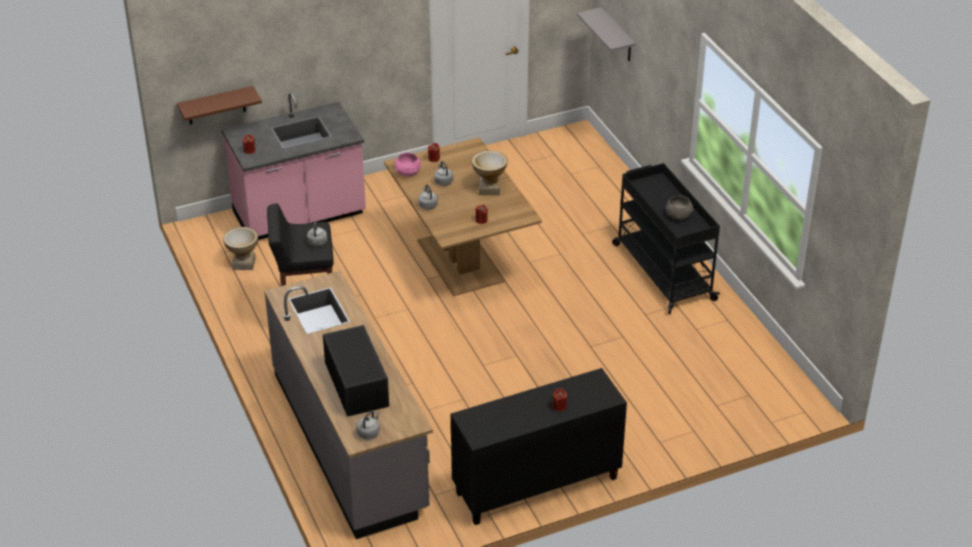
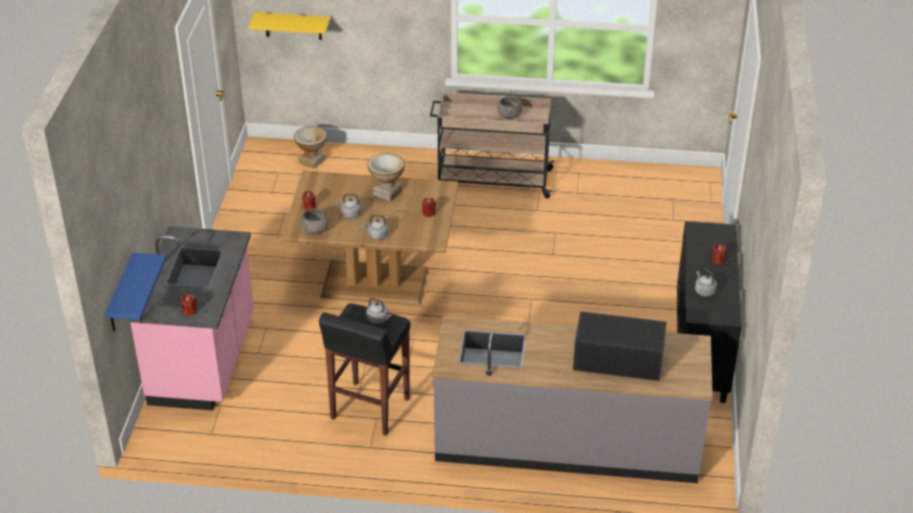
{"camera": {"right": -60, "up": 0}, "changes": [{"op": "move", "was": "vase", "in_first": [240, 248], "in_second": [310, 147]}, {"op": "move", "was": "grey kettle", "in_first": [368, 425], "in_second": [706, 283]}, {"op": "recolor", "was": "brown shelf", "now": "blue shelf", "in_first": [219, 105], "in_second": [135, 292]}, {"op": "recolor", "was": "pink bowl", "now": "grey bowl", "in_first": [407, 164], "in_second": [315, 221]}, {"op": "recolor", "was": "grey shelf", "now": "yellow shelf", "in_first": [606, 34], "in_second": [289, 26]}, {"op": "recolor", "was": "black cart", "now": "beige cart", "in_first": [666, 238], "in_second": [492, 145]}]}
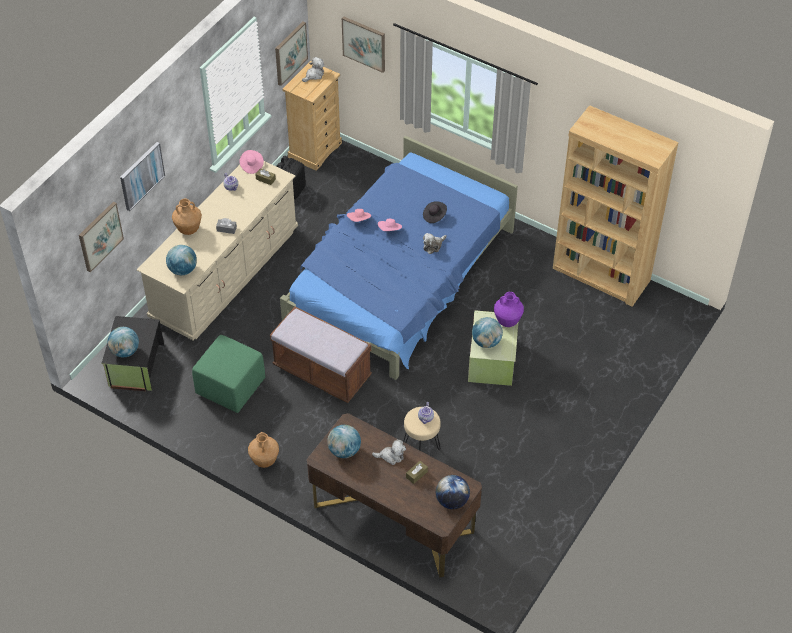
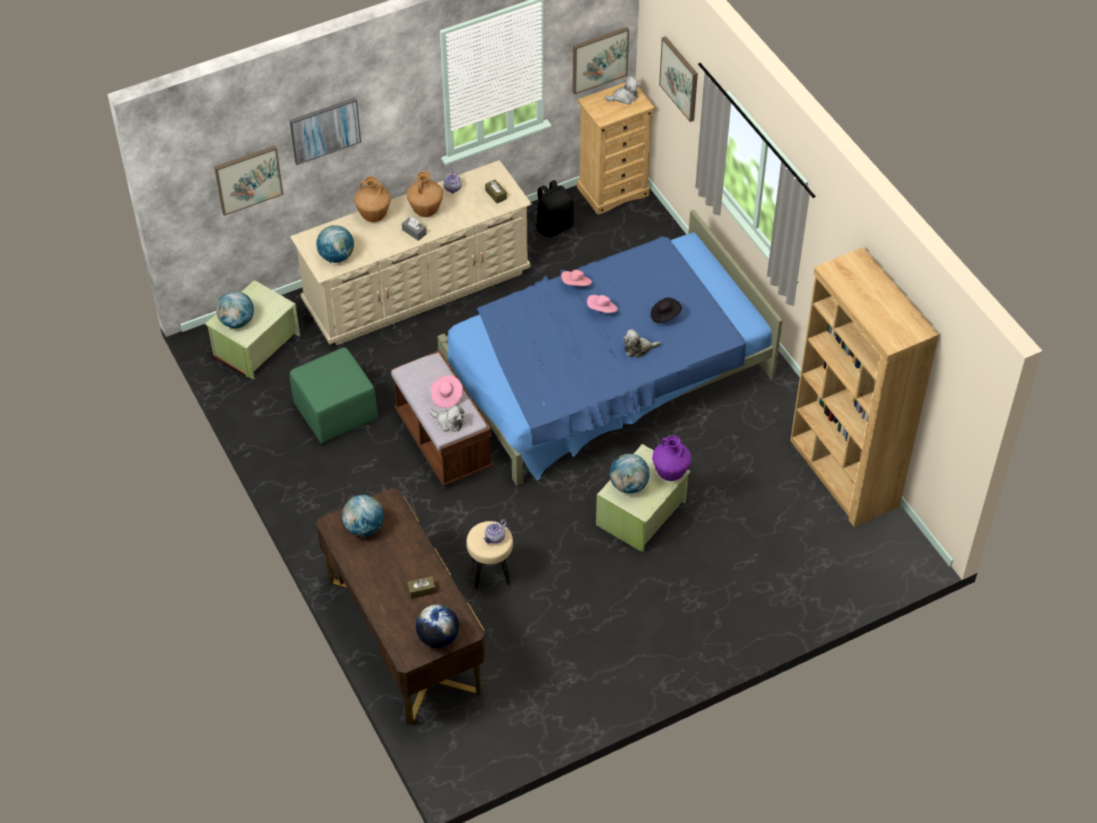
{"camera": {"right": 30, "up": 0}, "changes": [{"op": "move", "was": "pink hat", "in_first": [251, 162], "in_second": [447, 391]}, {"op": "move", "was": "brown vase", "in_first": [263, 450], "in_second": [425, 194]}, {"op": "move", "was": "plush toy", "in_first": [389, 452], "in_second": [447, 418]}, {"op": "recolor", "was": "black storage box", "now": "green storage box", "in_first": [132, 353], "in_second": [252, 330]}]}
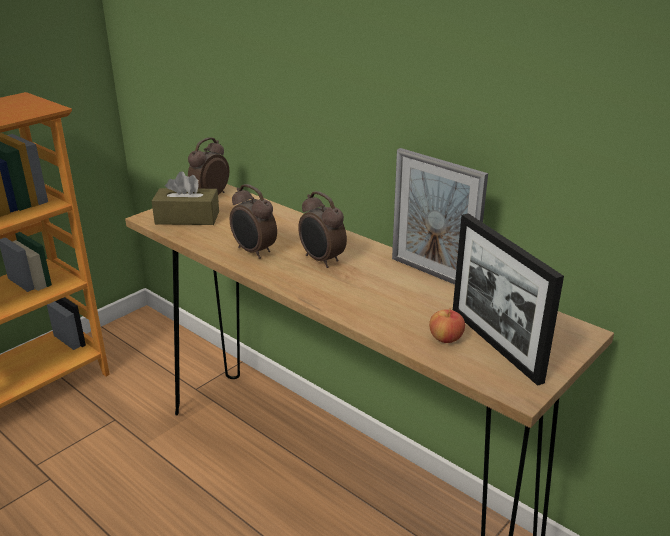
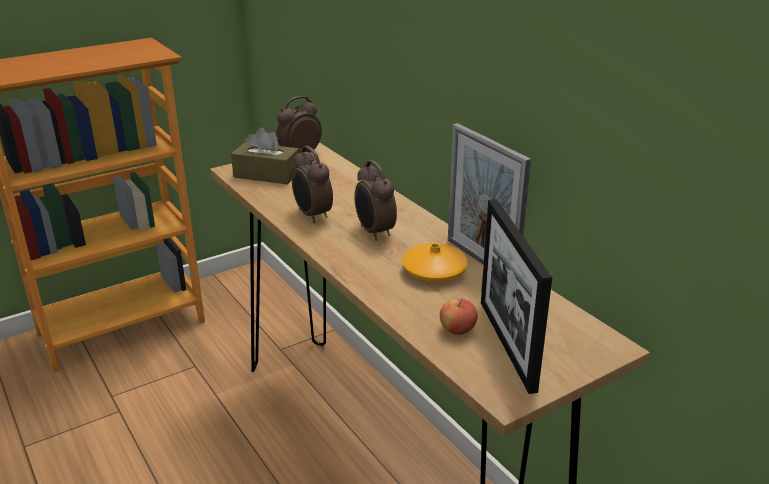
{"camera": {"right": 15, "up": 0}, "changes": [{"op": "insert", "now": "orange vase", "in_second": [435, 262]}]}
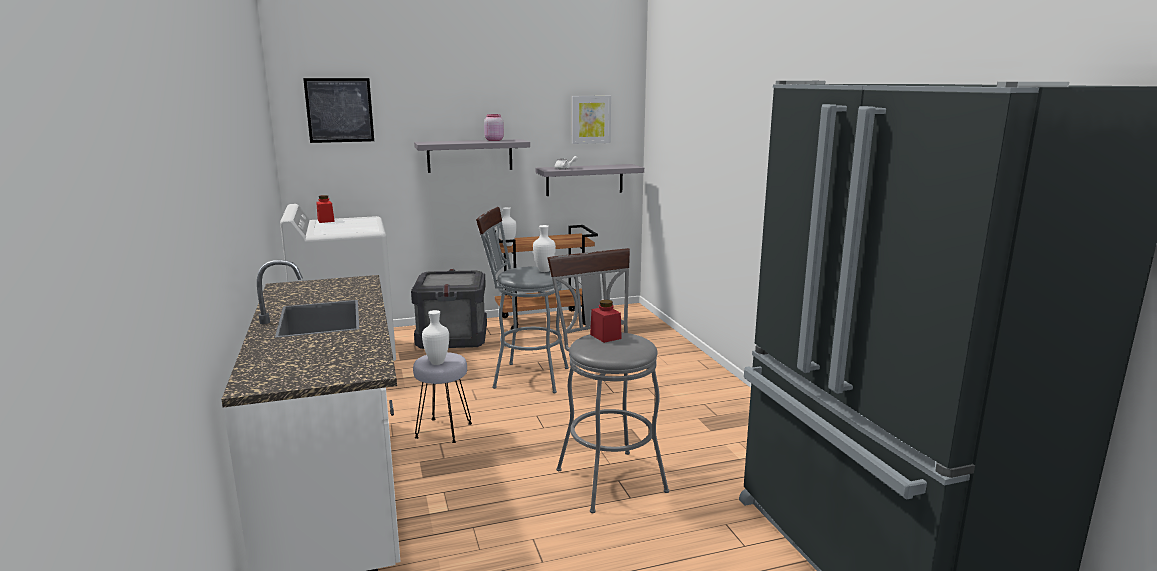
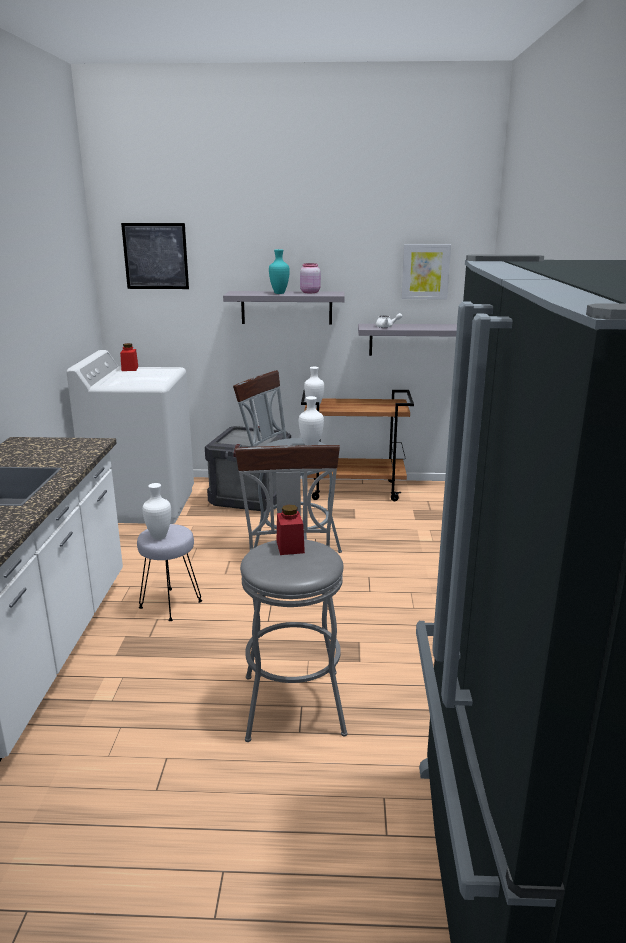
{"camera": {"right": 20, "up": 5}, "changes": [{"op": "insert", "now": "turquoise vase", "in_second": [279, 271]}]}
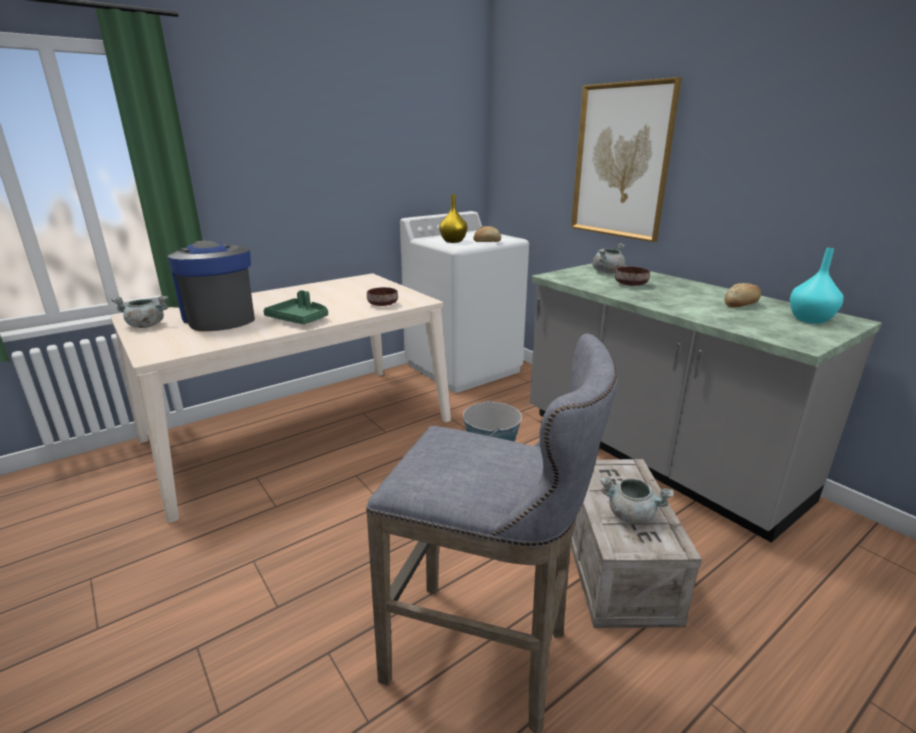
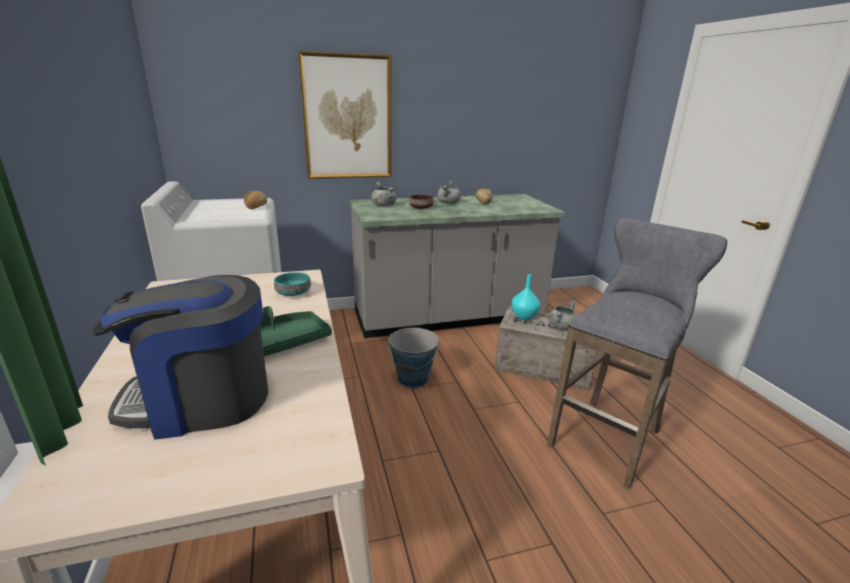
{"camera": {"right": -70, "up": 0}, "changes": [{"op": "delete", "was": "yellow vase", "in_first": [453, 218]}, {"op": "move", "was": "grey cooking pot", "in_first": [139, 311], "in_second": [449, 192]}, {"op": "move", "was": "turquoise vase", "in_first": [816, 286], "in_second": [525, 297]}, {"op": "recolor", "was": "brown bowl", "now": "turquoise bowl", "in_first": [382, 296], "in_second": [292, 284]}]}
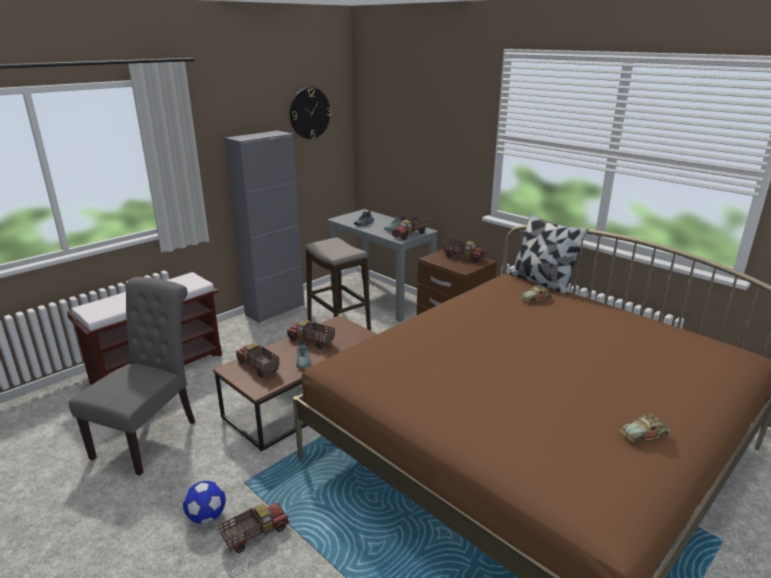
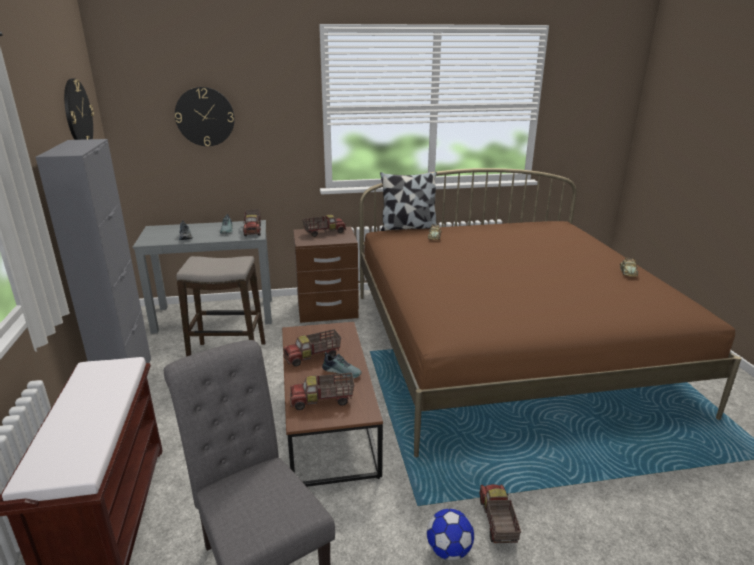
{"camera": {"right": -55, "up": 0}, "changes": [{"op": "insert", "now": "wall clock", "in_second": [205, 116]}]}
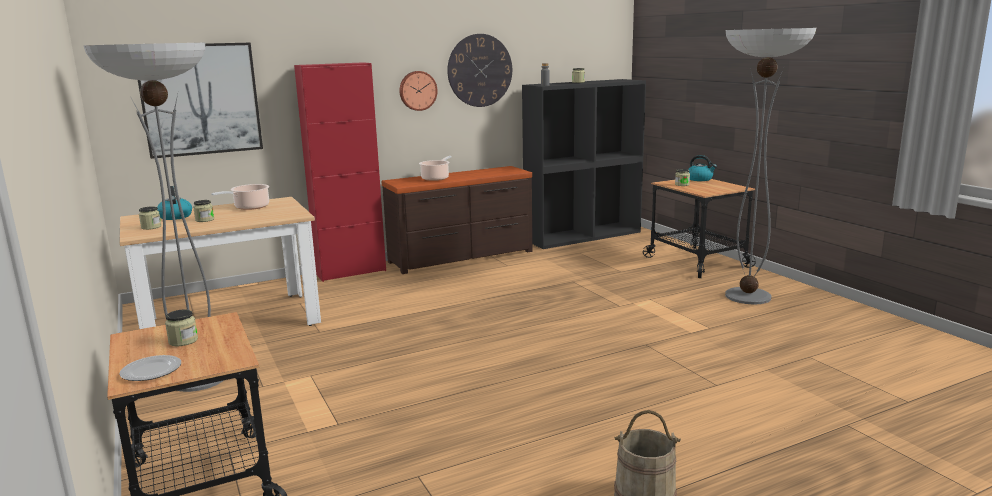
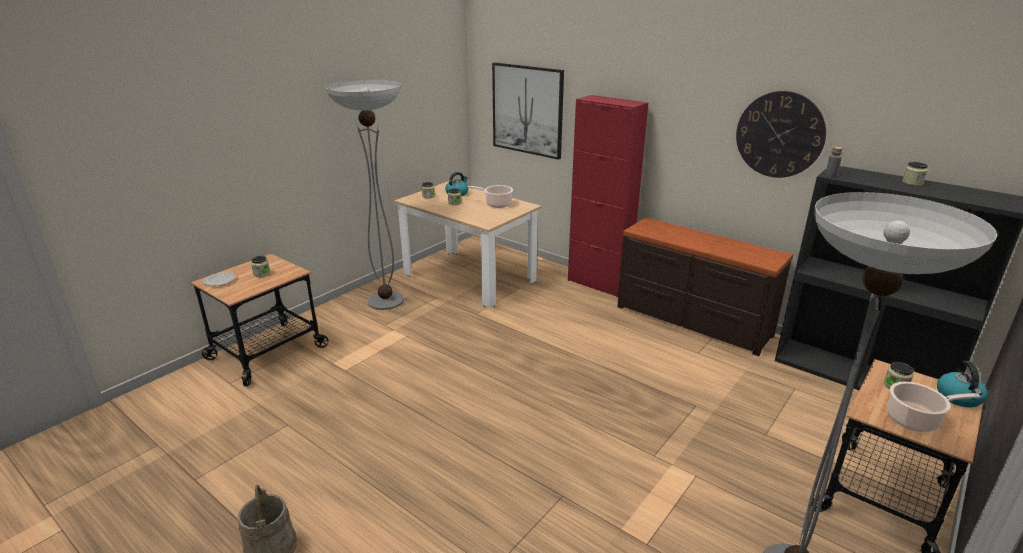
{"camera": {"right": 65, "up": 10}, "changes": [{"op": "delete", "was": "wall clock", "in_first": [418, 91]}, {"op": "move", "was": "cooking pot", "in_first": [435, 168], "in_second": [934, 407]}]}
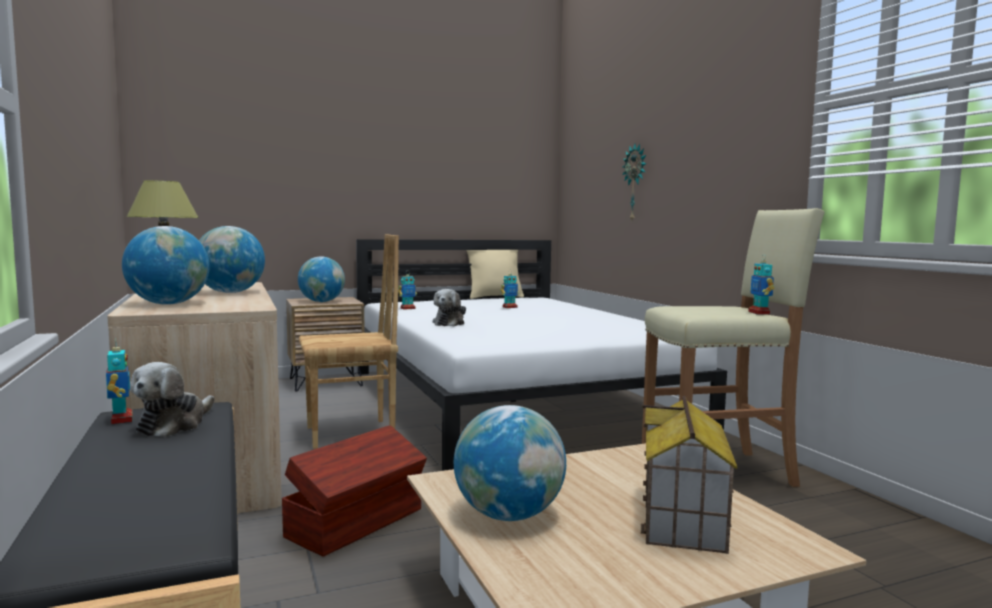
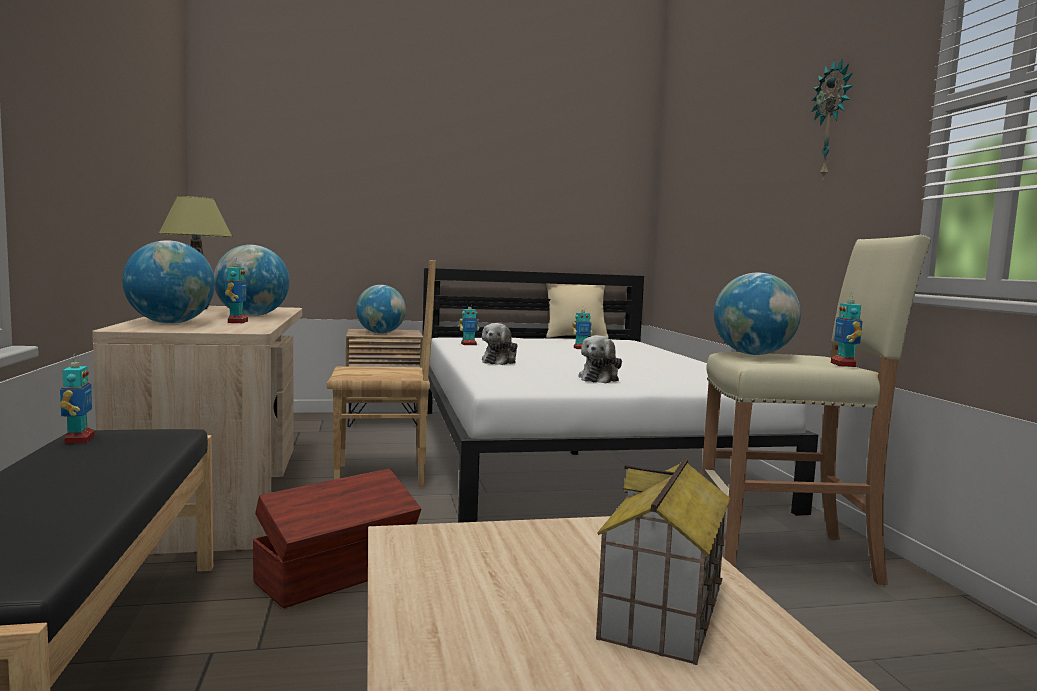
{"camera": {"right": 10, "up": 0}, "changes": [{"op": "insert", "now": "toy robot", "in_second": [236, 290]}, {"op": "move", "was": "plush toy", "in_first": [172, 399], "in_second": [600, 359]}, {"op": "move", "was": "globe", "in_first": [510, 463], "in_second": [757, 314]}, {"op": "move", "was": "wall clock", "in_first": [634, 182], "in_second": [831, 118]}]}
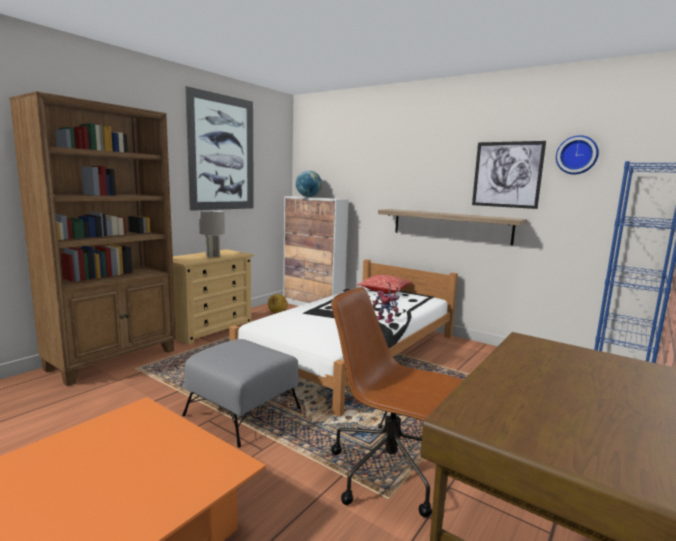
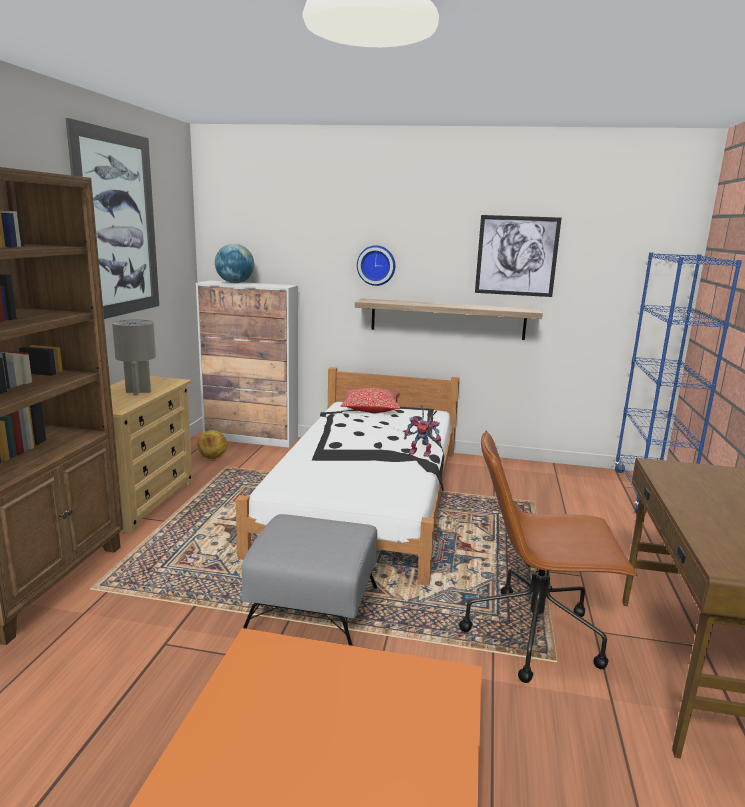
{"camera": {"right": -25, "up": 5}, "changes": [{"op": "move", "was": "wall clock", "in_first": [577, 154], "in_second": [376, 265]}]}
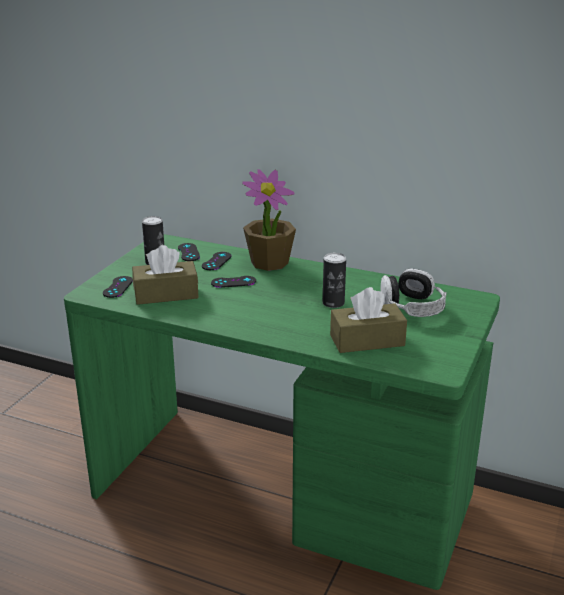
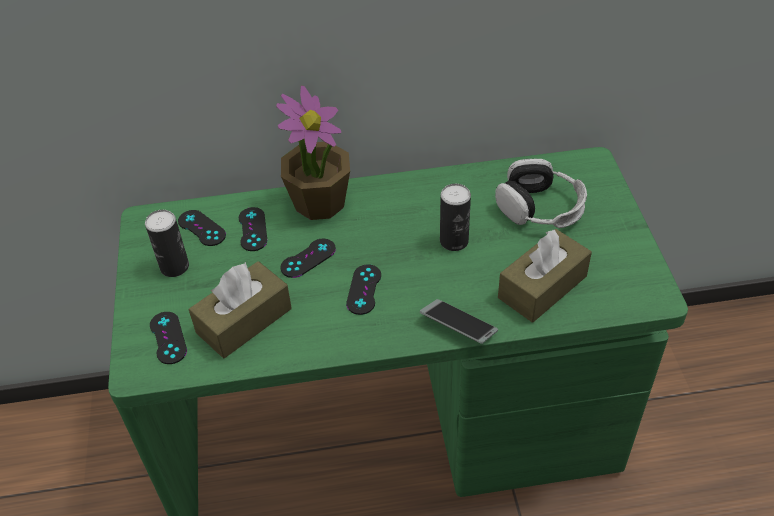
{"camera": {"right": -30, "up": 20}, "changes": [{"op": "insert", "now": "black game controller", "in_second": [363, 289]}, {"op": "insert", "now": "phone", "in_second": [459, 321]}]}
